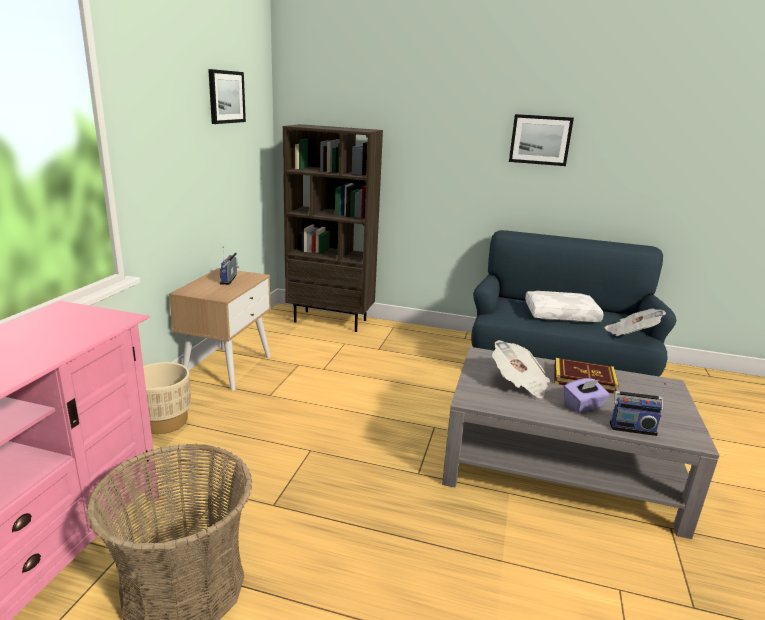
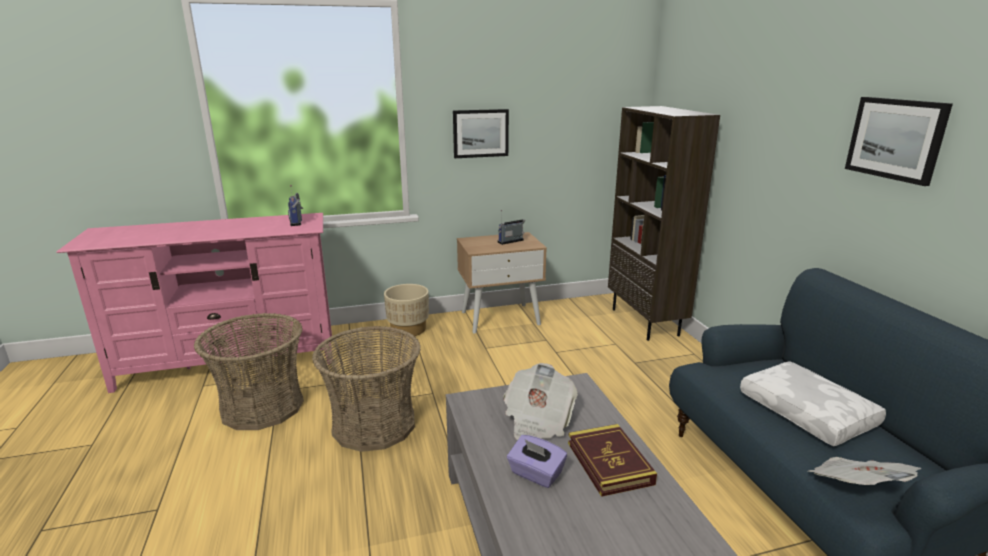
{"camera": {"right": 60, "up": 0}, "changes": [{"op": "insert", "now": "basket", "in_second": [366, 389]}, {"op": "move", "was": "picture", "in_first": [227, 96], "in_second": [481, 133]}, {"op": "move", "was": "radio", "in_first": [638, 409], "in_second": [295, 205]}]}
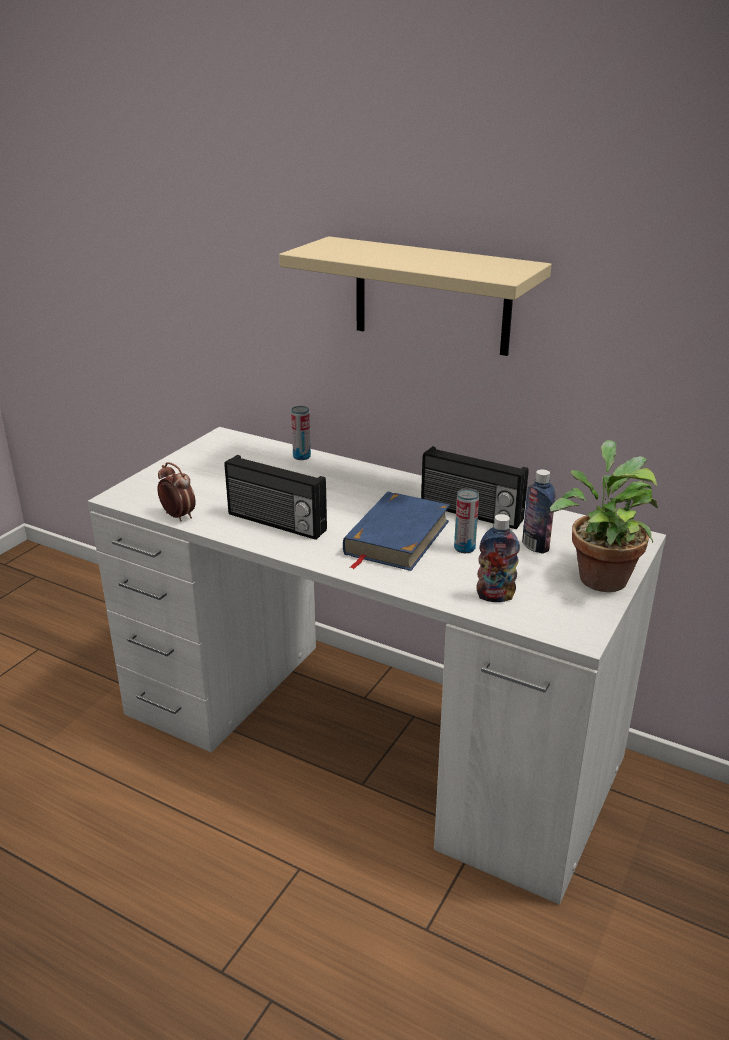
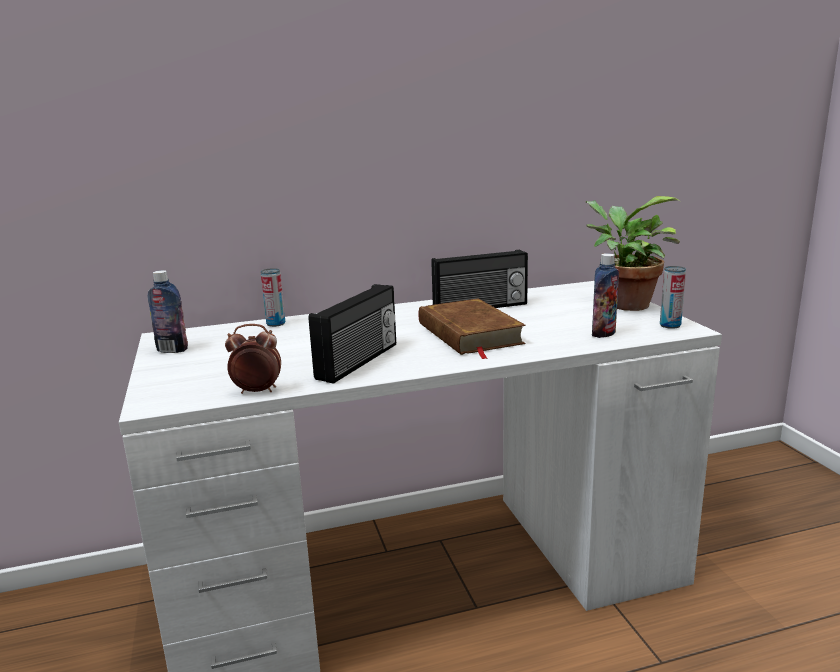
{"camera": {"right": -45, "up": -10}, "changes": [{"op": "delete", "was": "beige shelf", "in_first": [415, 296]}, {"op": "move", "was": "can", "in_first": [466, 520], "in_second": [673, 297]}, {"op": "move", "was": "bottle", "in_first": [538, 511], "in_second": [167, 311]}, {"op": "recolor", "was": "blue book", "now": "brown book", "in_first": [396, 531], "in_second": [472, 328]}, {"op": "rotate", "was": "radio", "in_first": [275, 497], "in_second": [352, 334], "clockwise": -45}]}
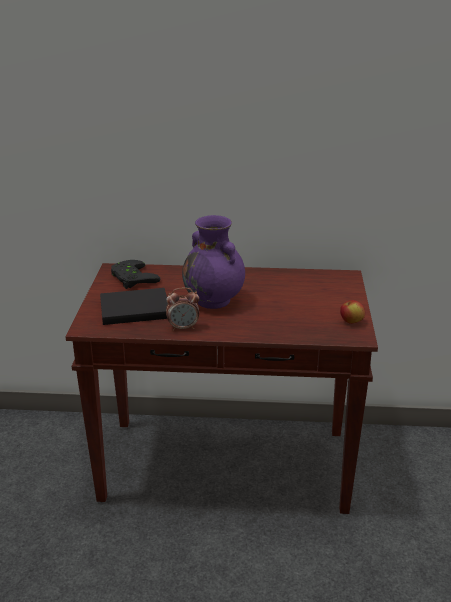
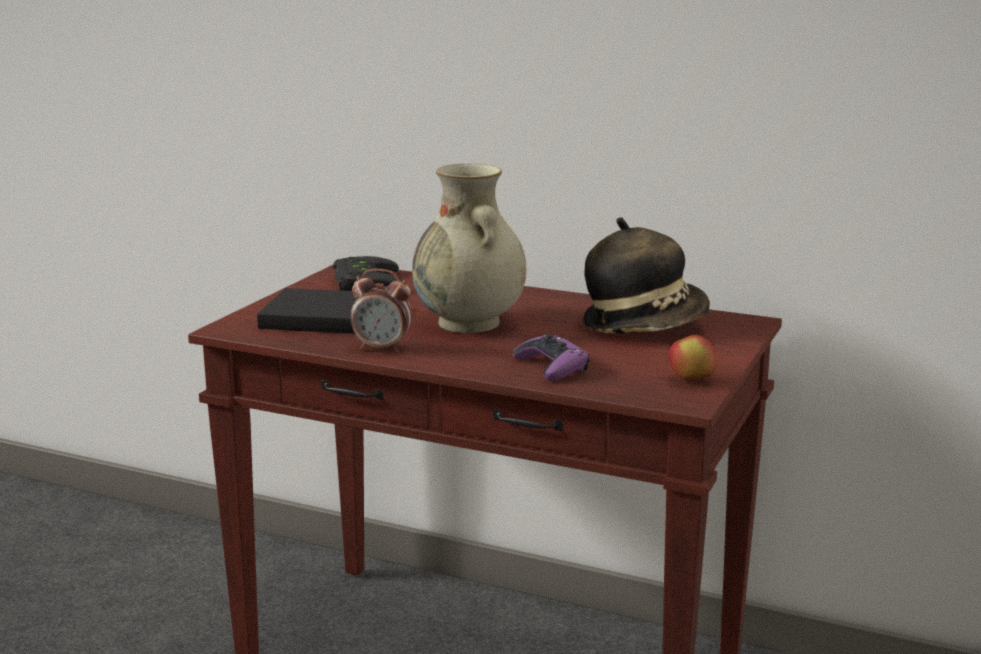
{"camera": {"right": 20, "up": -10}, "changes": [{"op": "insert", "now": "purple game controller", "in_second": [551, 357]}, {"op": "insert", "now": "hat", "in_second": [646, 275]}, {"op": "recolor", "was": "purple vase", "now": "beige vase", "in_first": [213, 262], "in_second": [469, 248]}]}
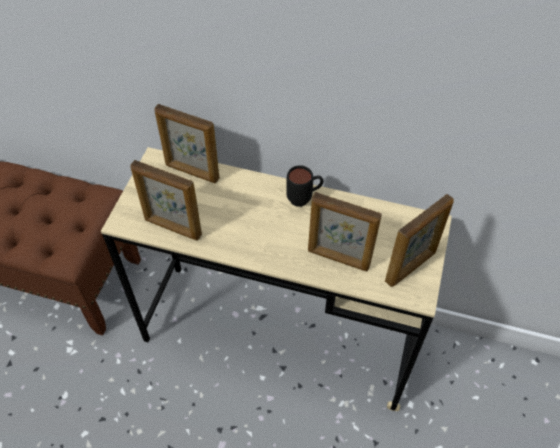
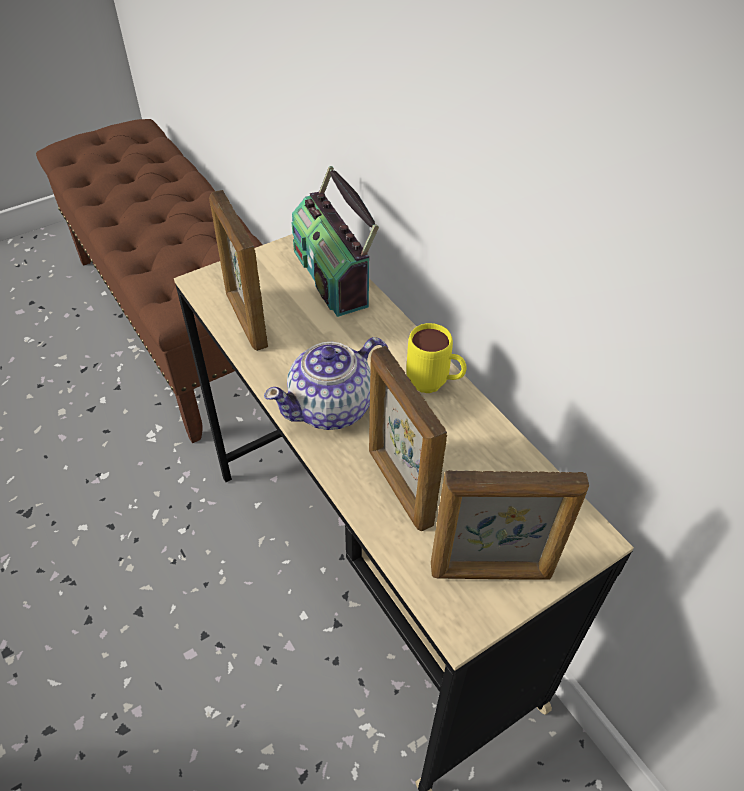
{"camera": {"right": 40, "up": -5}, "changes": [{"op": "insert", "now": "teapot", "in_second": [326, 383]}, {"op": "replace", "was": "picture frame", "now": "radio", "in_first": [186, 143], "in_second": [335, 241]}, {"op": "recolor", "was": "black mug", "now": "yellow mug", "in_first": [304, 186], "in_second": [436, 358]}]}
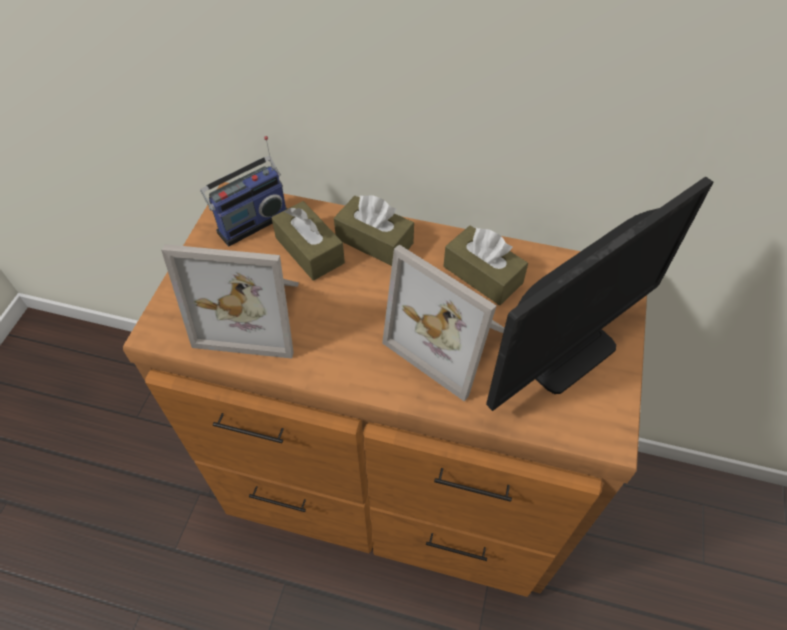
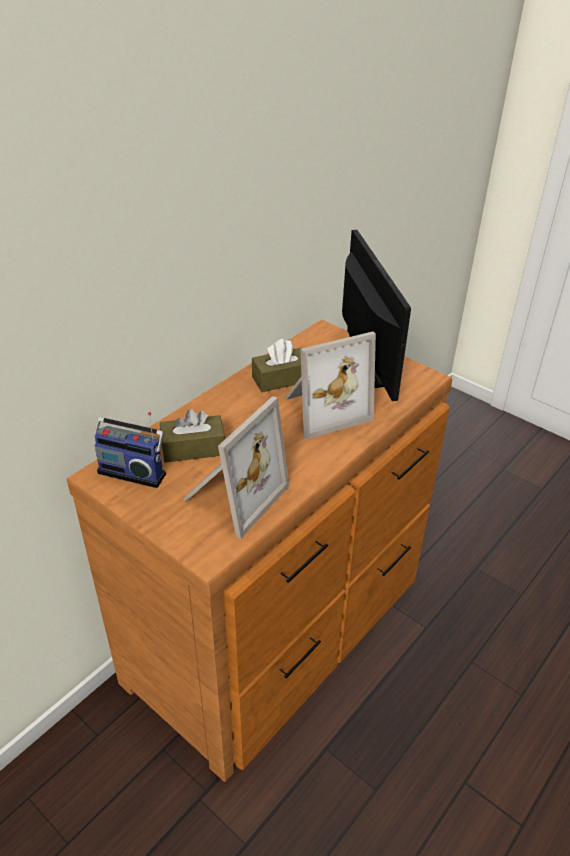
{"camera": {"right": -65, "up": -15}, "changes": [{"op": "delete", "was": "brown tissue box", "in_first": [374, 230]}, {"op": "rotate", "was": "radio", "in_first": [243, 191], "in_second": [129, 450], "clockwise": 120}]}
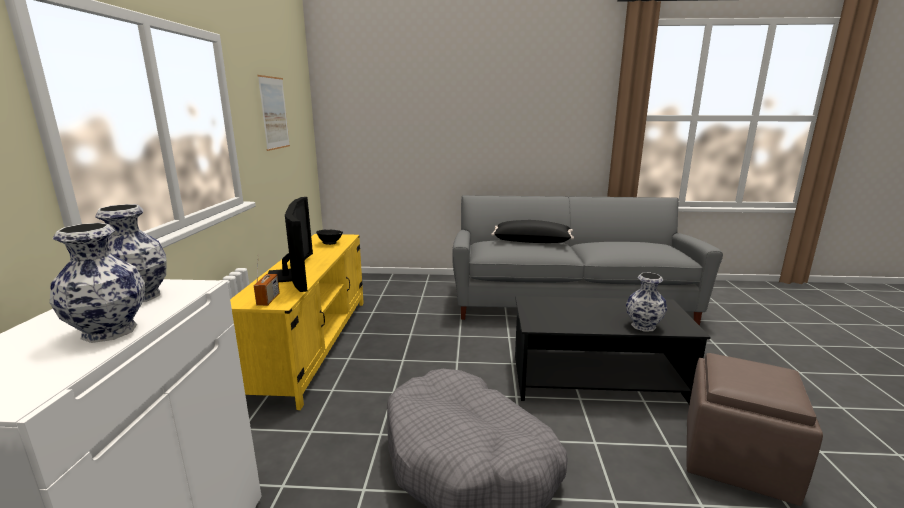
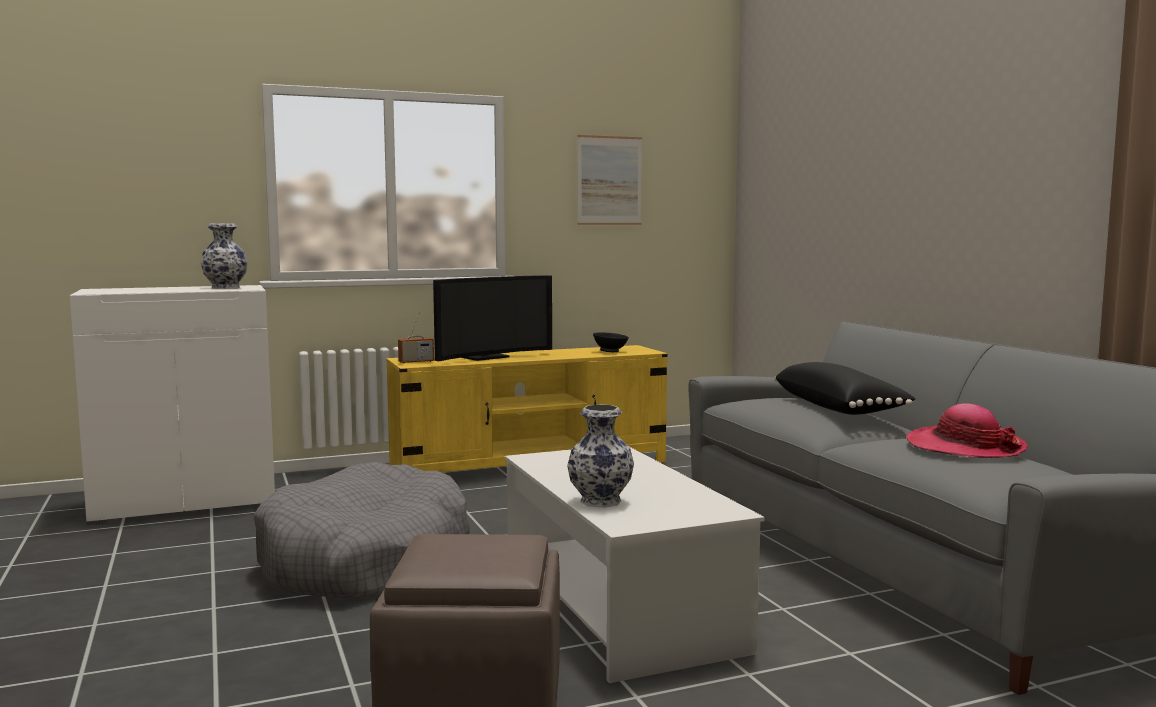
{"camera": {"right": 65, "up": -10}, "changes": [{"op": "delete", "was": "vase", "in_first": [97, 283]}, {"op": "insert", "now": "hat", "in_second": [967, 430]}, {"op": "recolor", "was": "black coffee table", "now": "white coffee table", "in_first": [613, 350], "in_second": [635, 565]}]}
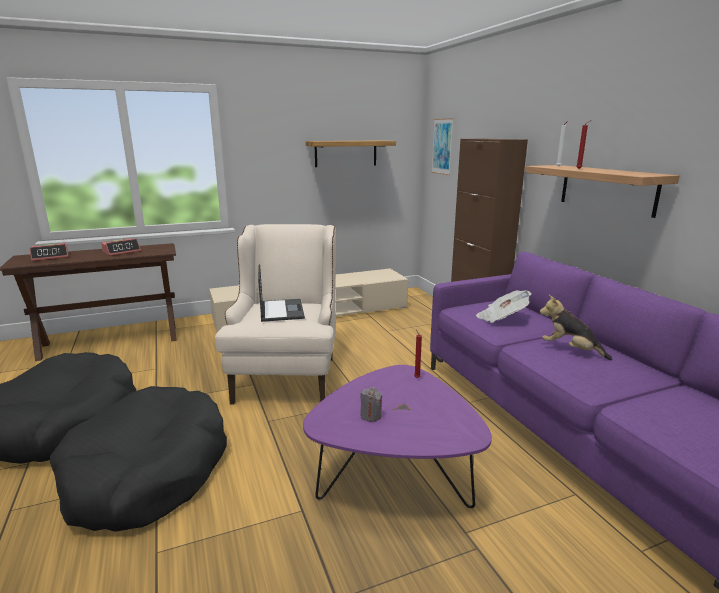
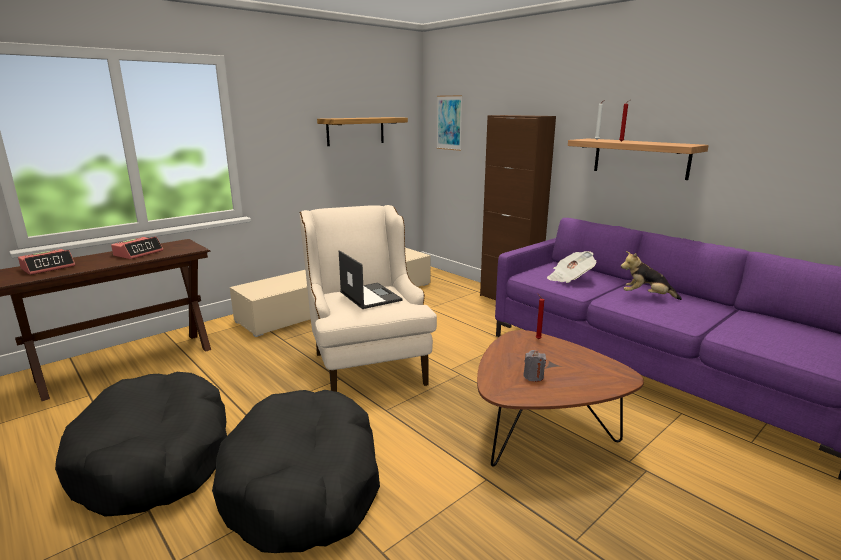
{"camera": {"right": -20, "up": 0}, "changes": [{"op": "recolor", "was": "purple coffee table", "now": "brown coffee table", "in_first": [397, 436], "in_second": [560, 398]}]}
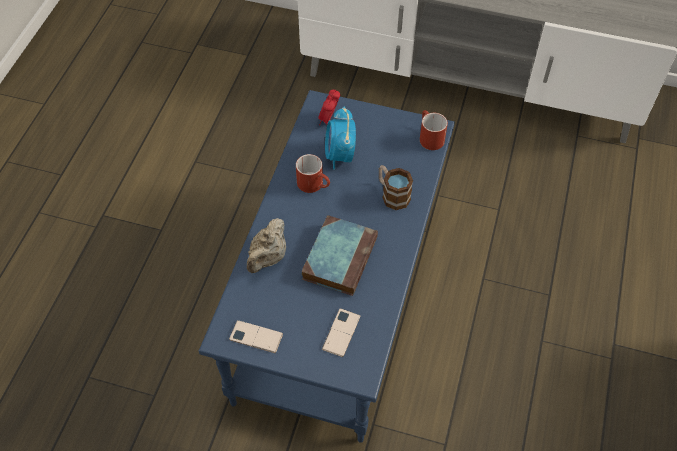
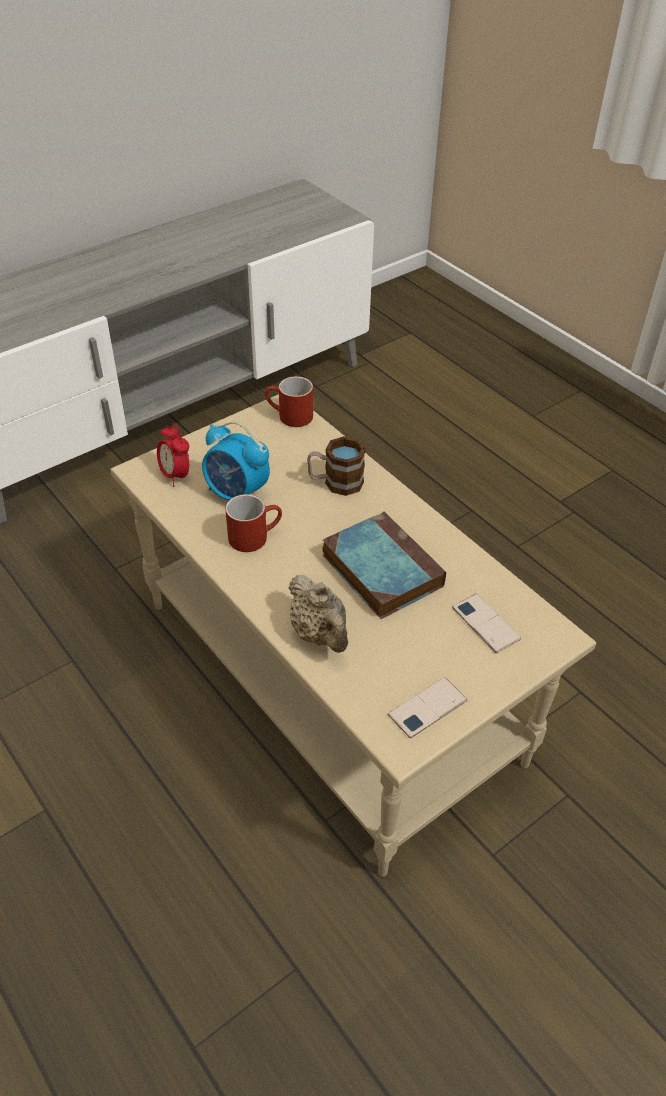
{"camera": {"right": -55, "up": -10}, "changes": [{"op": "recolor", "was": "blue coffee table", "now": "beige coffee table", "in_first": [327, 266], "in_second": [353, 635]}]}
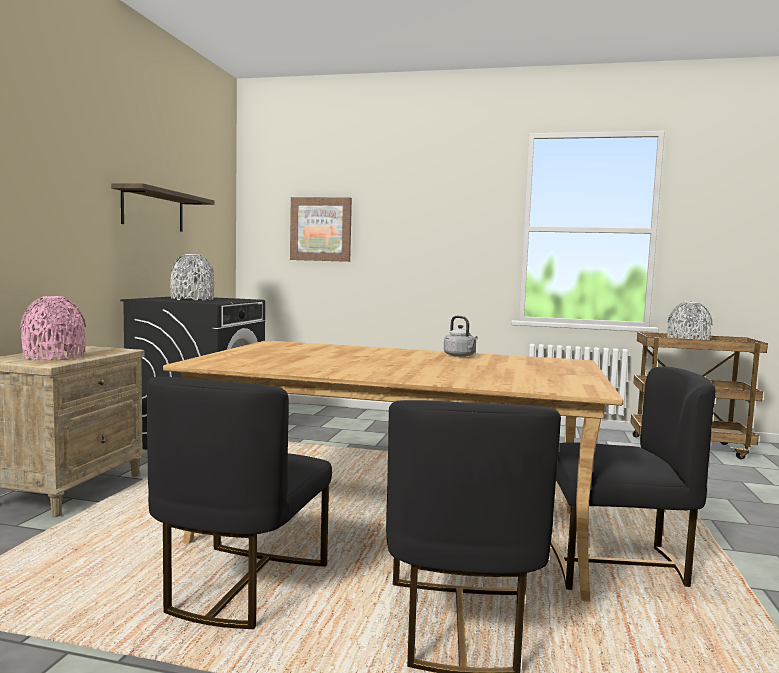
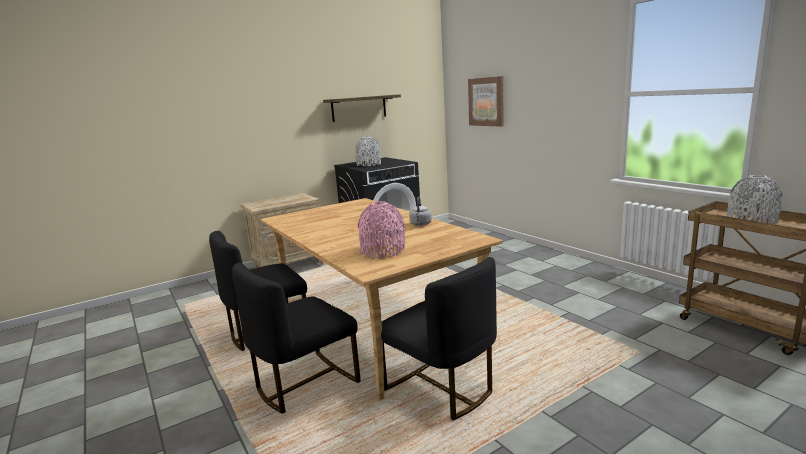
{"camera": {"right": 45, "up": 10}, "changes": [{"op": "move", "was": "pink vase", "in_first": [53, 328], "in_second": [381, 229]}]}
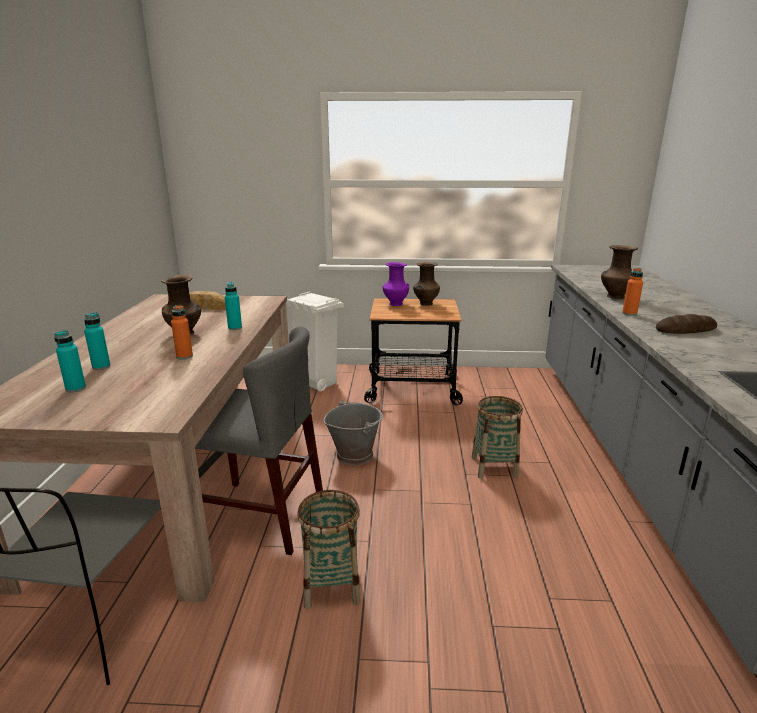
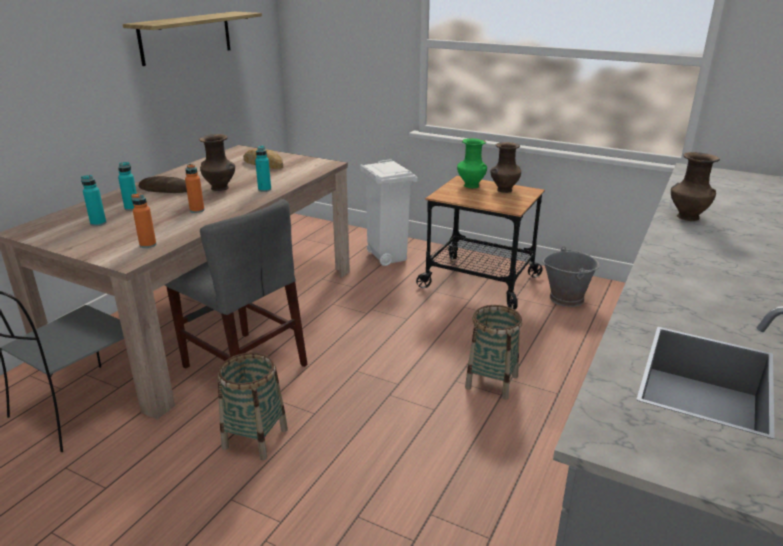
{"camera": {"right": 25, "up": 5}, "changes": [{"op": "insert", "now": "shelf", "in_second": [192, 39]}, {"op": "move", "was": "grey bucket", "in_first": [353, 432], "in_second": [571, 276]}, {"op": "move", "was": "orange bottle", "in_first": [632, 292], "in_second": [143, 220]}, {"op": "move", "was": "bread", "in_first": [686, 324], "in_second": [163, 184]}, {"op": "recolor", "was": "purple vase", "now": "green vase", "in_first": [396, 284], "in_second": [472, 163]}]}
